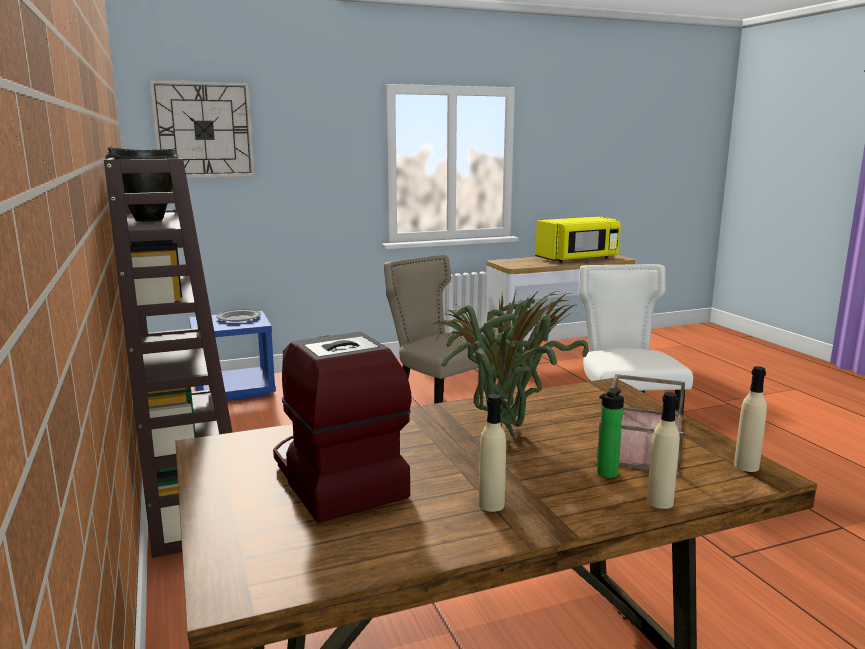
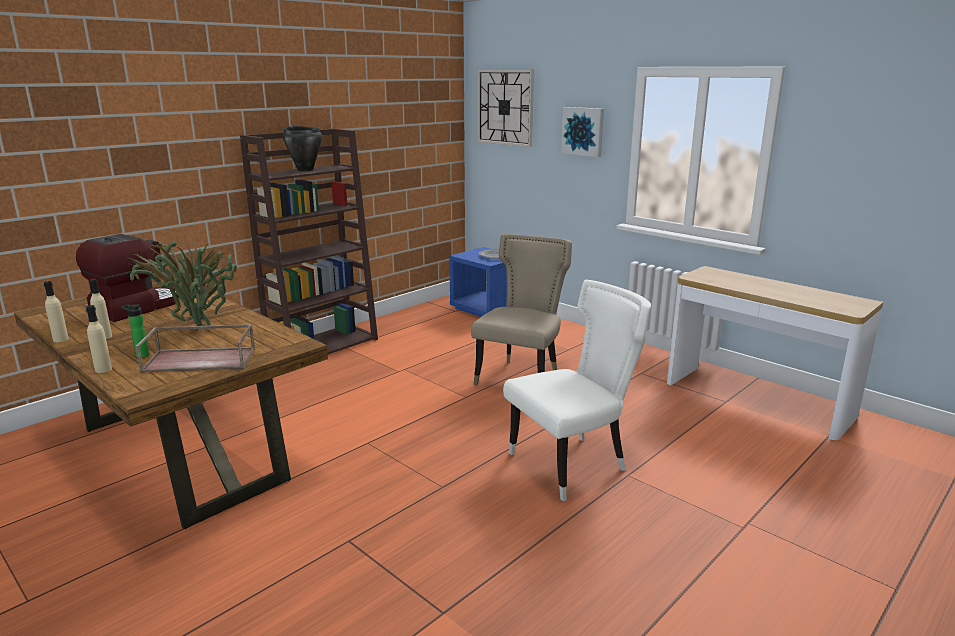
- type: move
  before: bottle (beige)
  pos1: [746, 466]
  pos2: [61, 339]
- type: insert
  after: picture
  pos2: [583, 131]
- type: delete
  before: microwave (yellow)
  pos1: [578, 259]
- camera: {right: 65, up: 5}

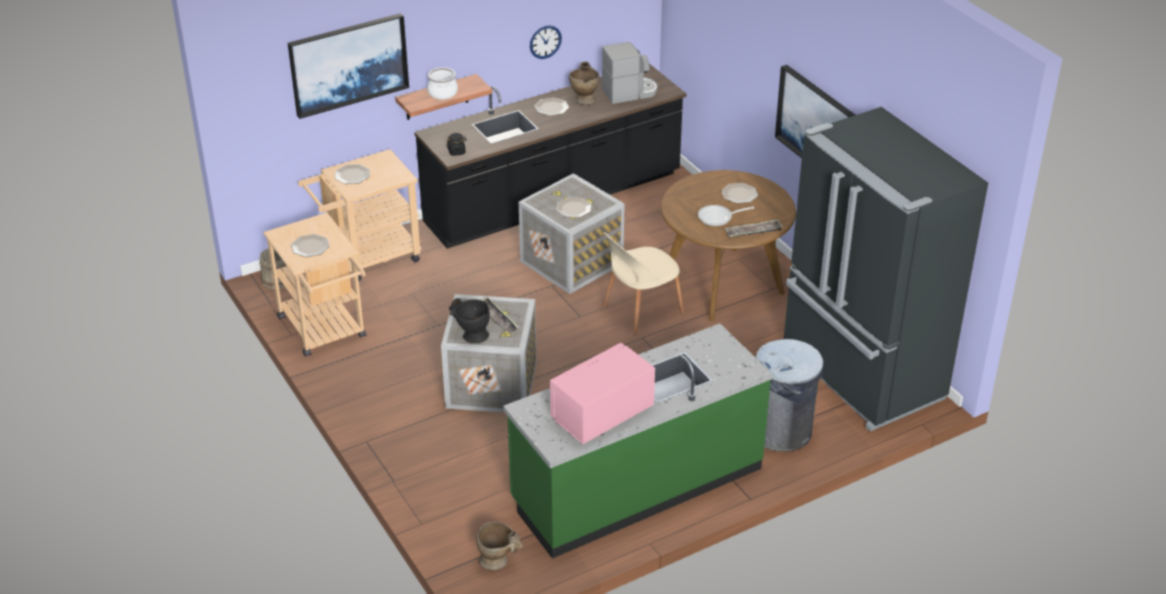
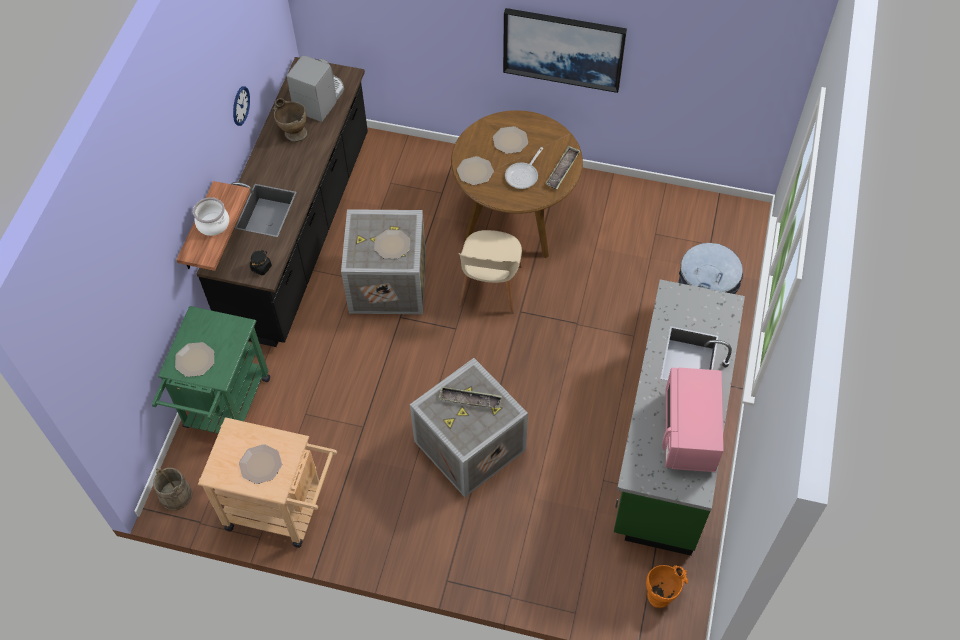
- type: recolor
  before: cart (beige)
  after: cart (green)
  pos1: [367, 258]
  pos2: [224, 409]
- type: move
  before: plate
  pos1: [551, 108]
  pos2: [475, 171]
- type: recolor
  before: vase (beige)
  after: vase (orange)
  pos1: [499, 561]
  pos2: [662, 592]
- type: delete
  before: picture
  pos1: [348, 64]
- type: delete
  before: vase (black)
  pos1: [471, 336]
- type: delete
  before: fridge (black)
  pos1: [860, 375]
- camera: {right: -45, up: 20}

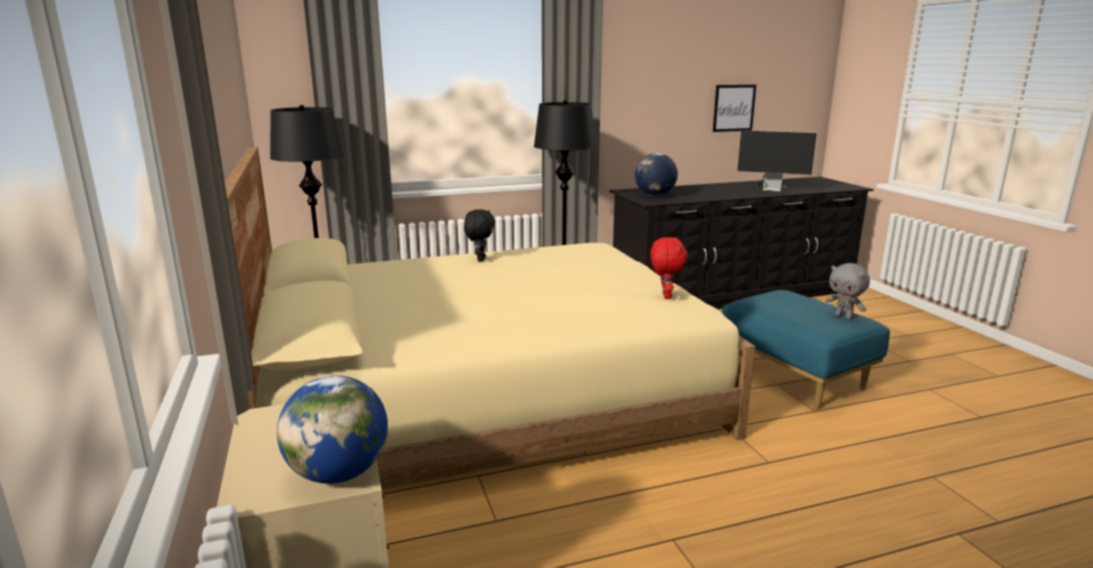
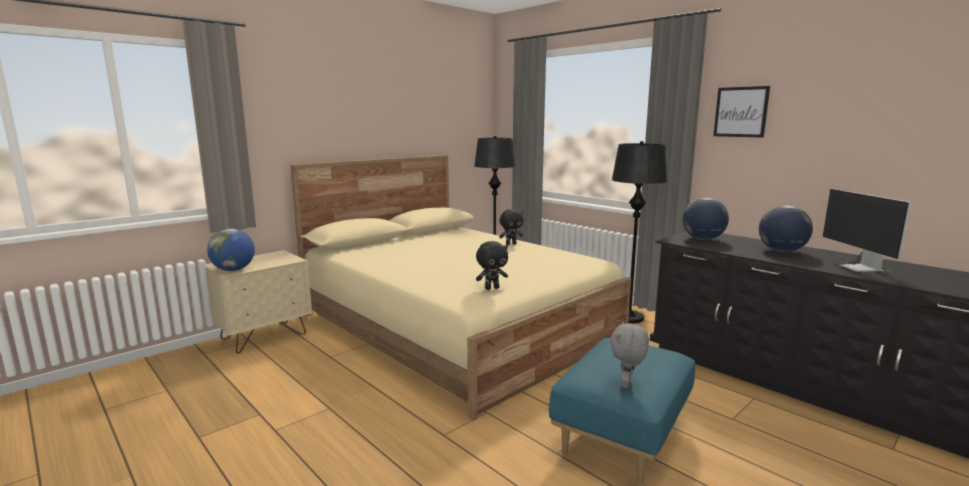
- type: recolor
  before: plush toy (red)
  after: plush toy (black)
  pos1: [665, 296]
  pos2: [492, 288]
- type: move
  before: picture
  pos1: [734, 108]
  pos2: [740, 112]
- type: insert
  after: globe
  pos2: [781, 251]
- camera: {right: 65, up: -5}

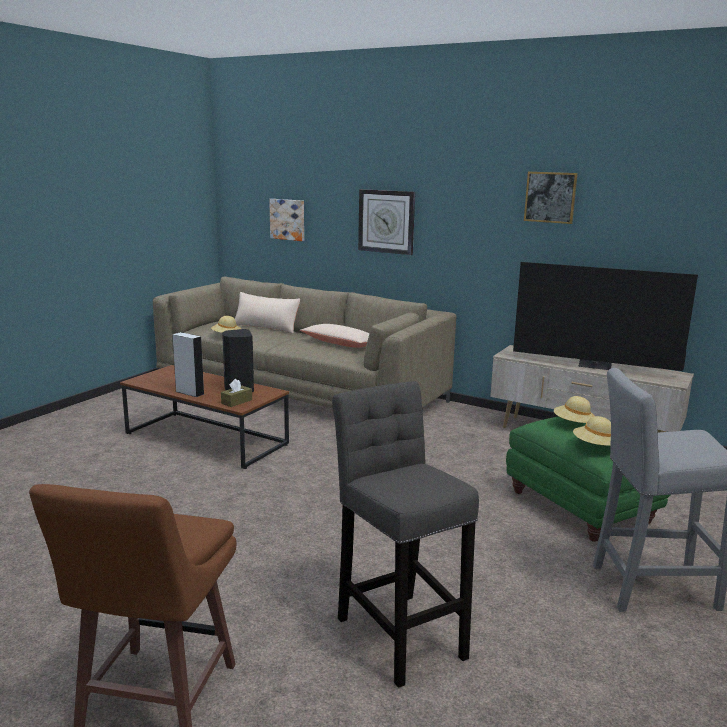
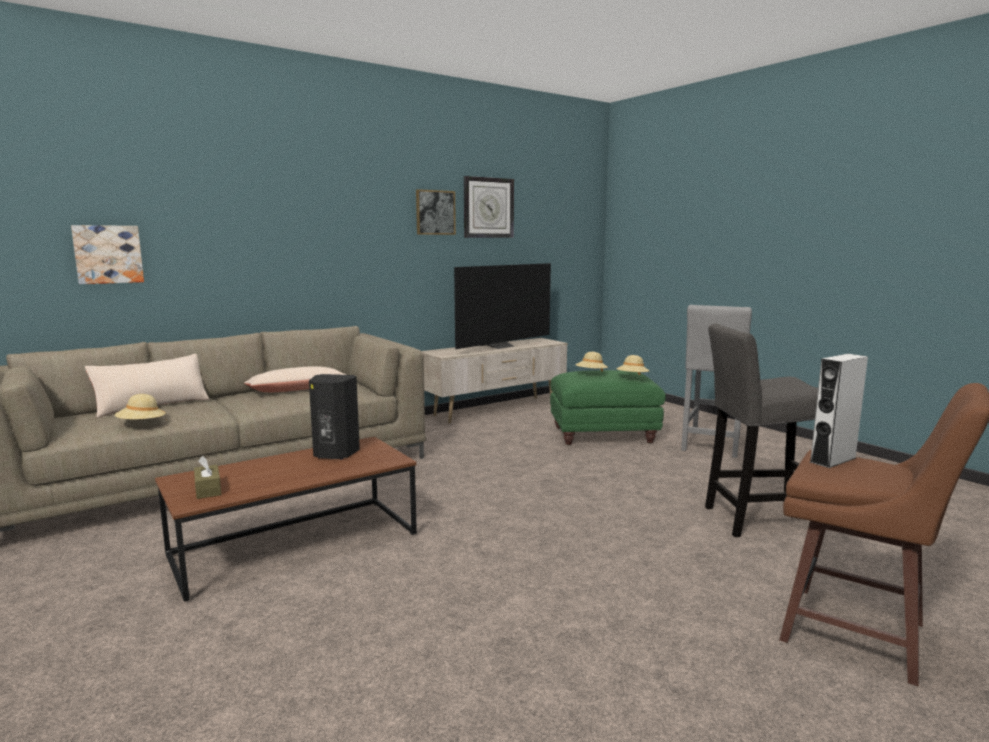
- type: move
  before: tissue box (brown)
  pos1: [236, 402]
  pos2: [208, 489]
- type: move
  before: wall clock
  pos1: [386, 221]
  pos2: [488, 208]
- type: move
  before: speaker (grey)
  pos1: [189, 392]
  pos2: [832, 460]
- camera: {right: -65, up: -5}

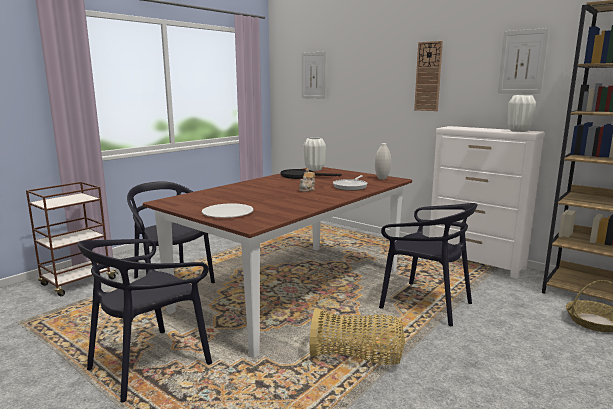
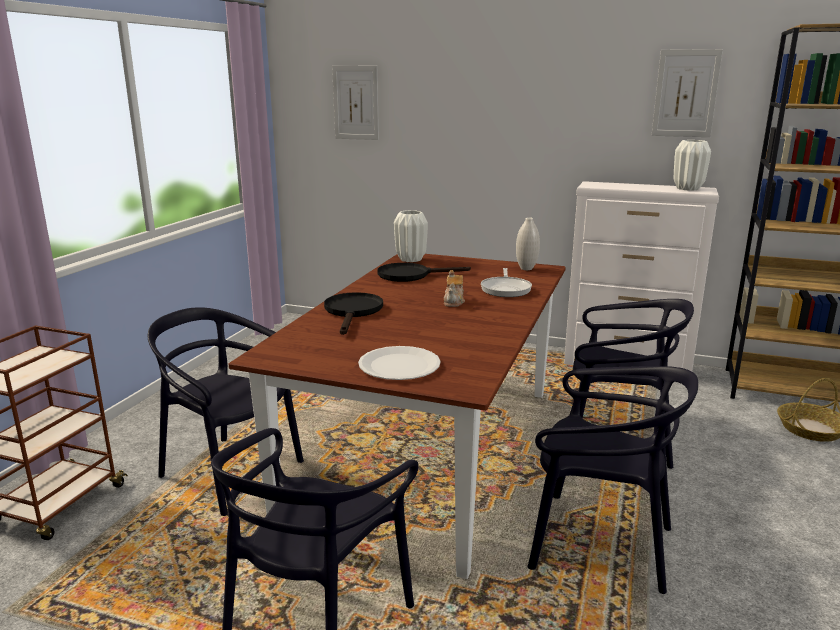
- type: insert
  after: frying pan (black)
  pos2: [353, 312]
- type: replace
  before: basket
  after: chair (black)
  pos1: [357, 358]
  pos2: [599, 543]
- type: delete
  before: wall clock
  pos1: [428, 76]
- camera: {right: -20, up: 5}

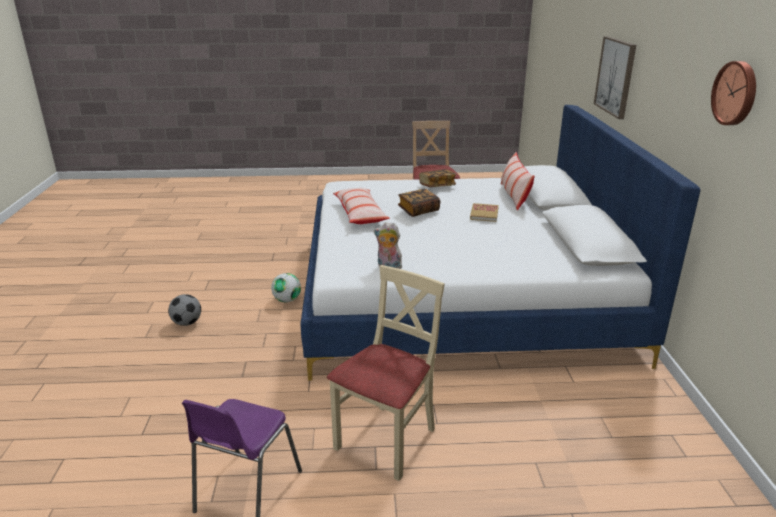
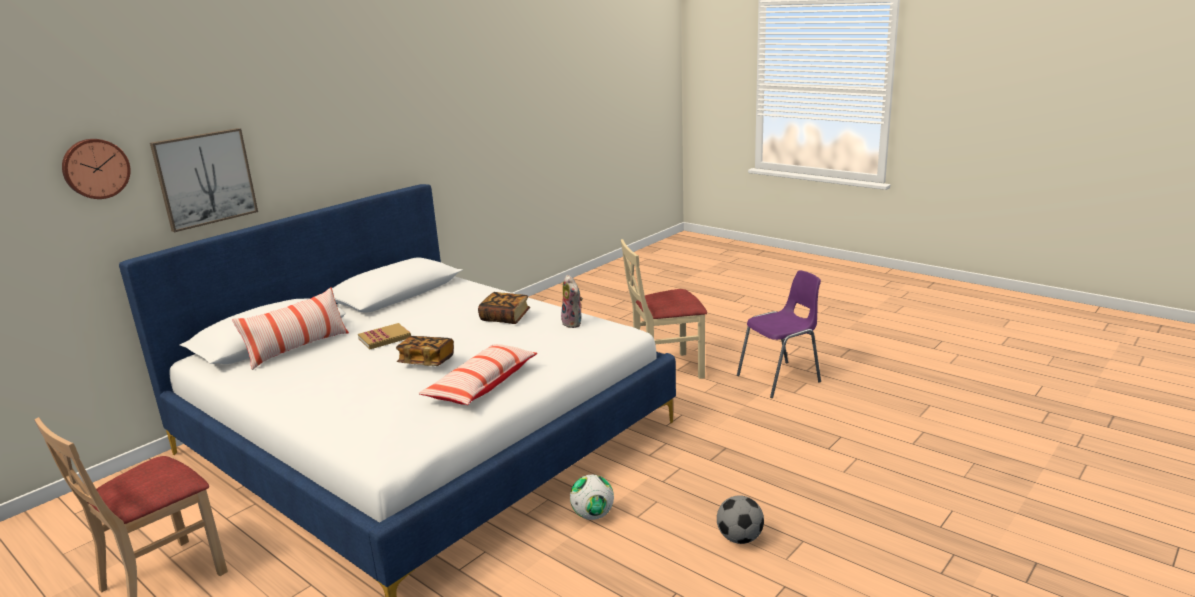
- type: move
  before: wall clock
  pos1: [736, 93]
  pos2: [95, 168]
- type: move
  before: book
  pos1: [437, 186]
  pos2: [505, 318]
- camera: {right: -135, up: -5}

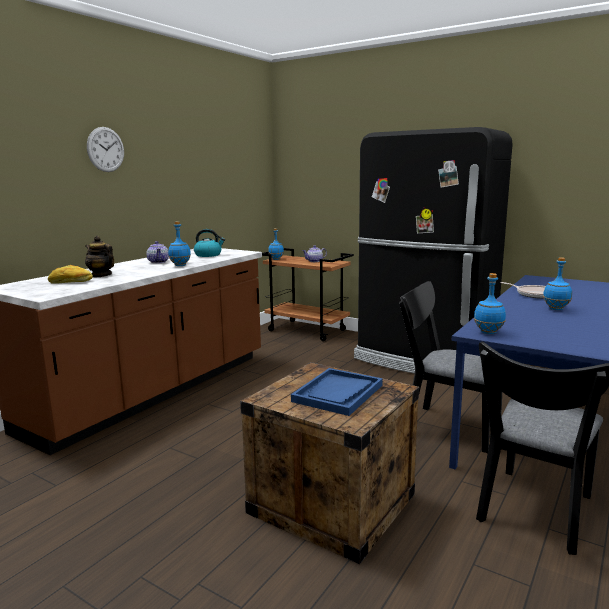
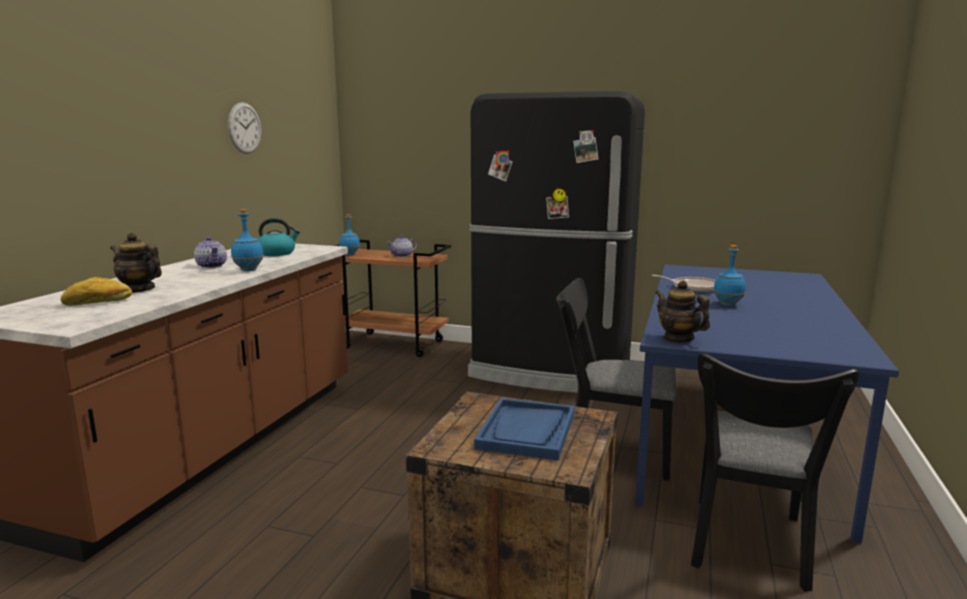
- type: move
  before: wall clock
  pos1: [105, 149]
  pos2: [244, 128]
- type: replace
  before: bottle (blue)
  after: teapot
  pos1: [488, 333]
  pos2: [678, 339]
- camera: {right: -15, up: 0}

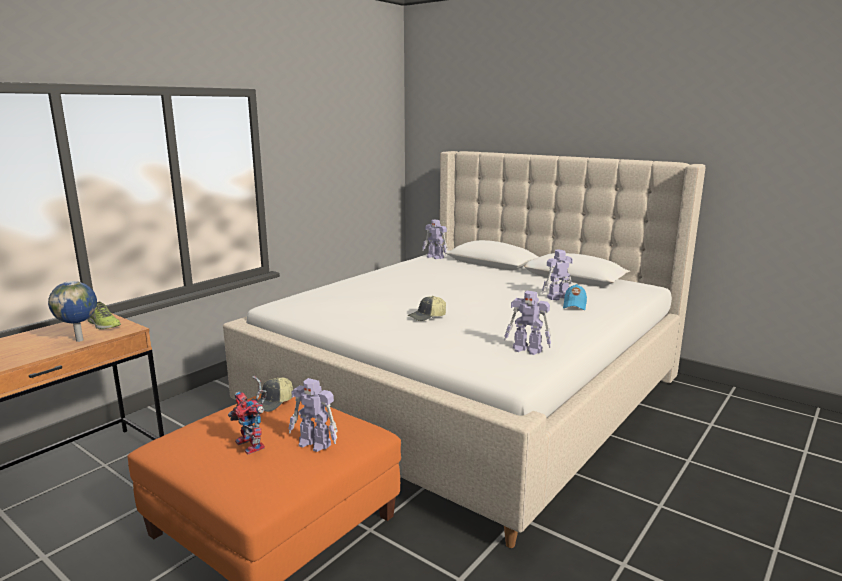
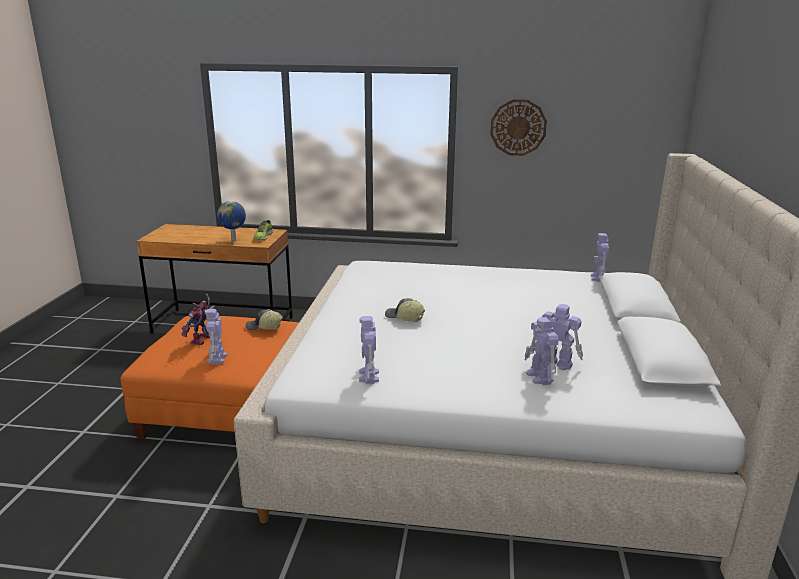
- type: insert
  after: wall clock
  pos2: [518, 127]
- type: replace
  before: cap (blue)
  after: toy robot
  pos1: [574, 305]
  pos2: [540, 377]
- camera: {right: 60, up: 5}

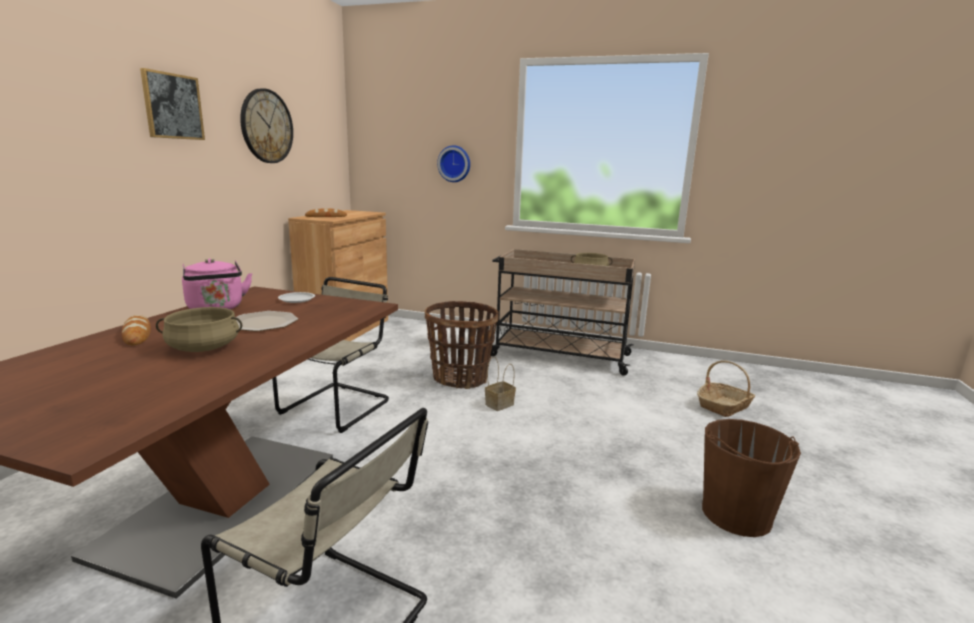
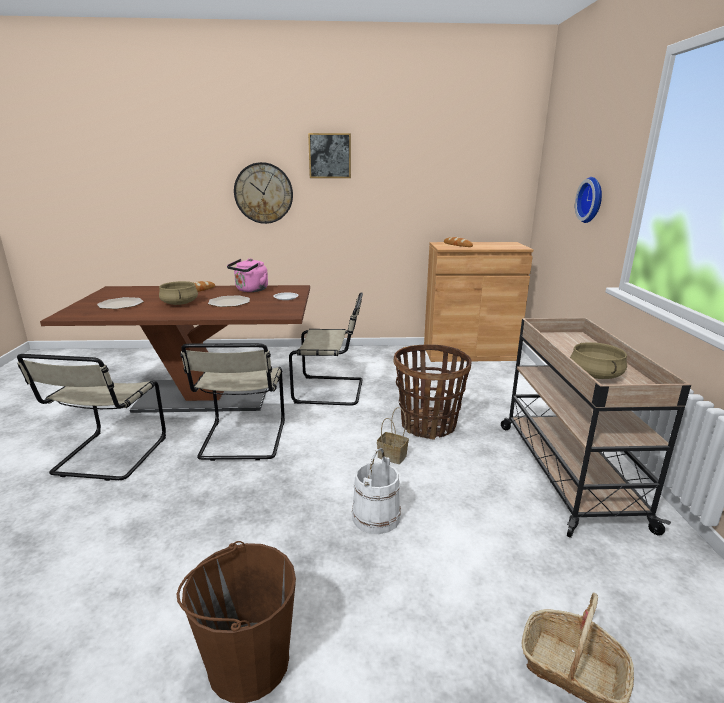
- type: insert
  after: plate
  pos2: [121, 304]
- type: insert
  after: chair (beige)
  pos2: [242, 441]
- type: move
  before: wall clock
  pos1: [266, 126]
  pos2: [263, 193]
- type: insert
  after: bucket (white)
  pos2: [376, 517]
- camera: {right: 70, up: 5}

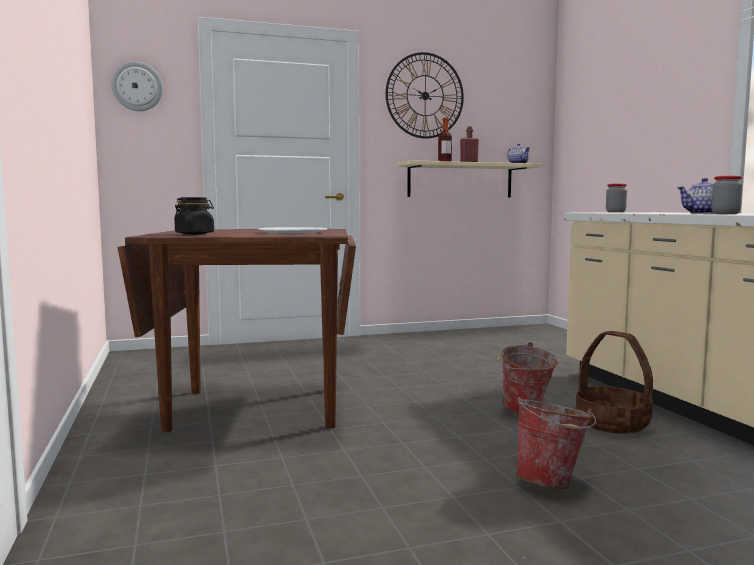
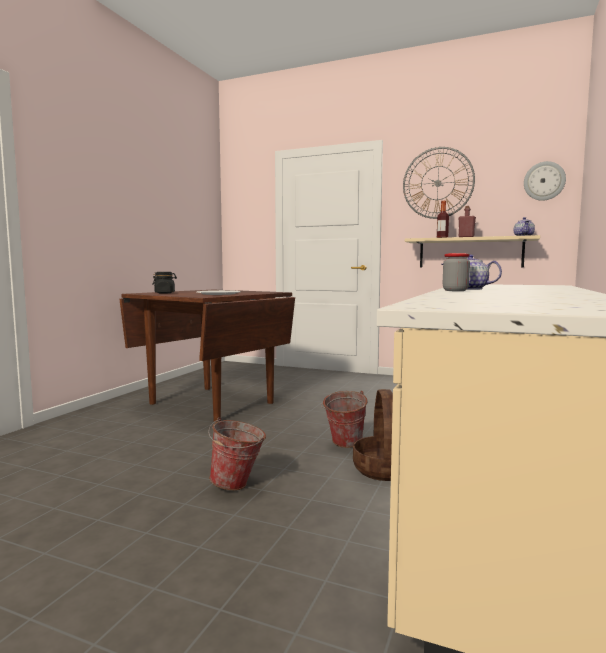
- type: move
  before: wall clock
  pos1: [137, 86]
  pos2: [544, 181]
- type: delete
  before: jar
  pos1: [615, 212]
- camera: {right: 40, up: 0}

